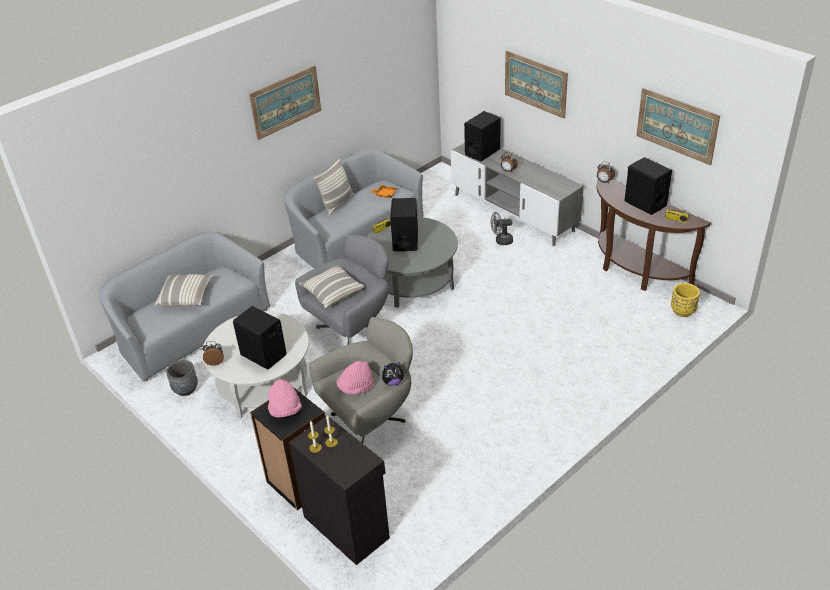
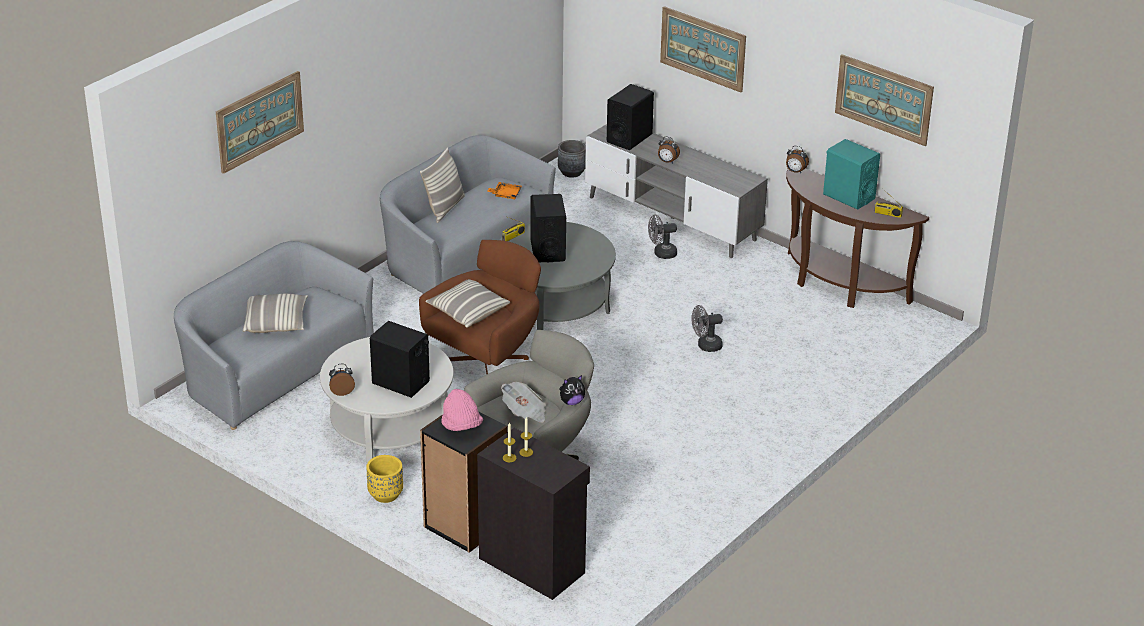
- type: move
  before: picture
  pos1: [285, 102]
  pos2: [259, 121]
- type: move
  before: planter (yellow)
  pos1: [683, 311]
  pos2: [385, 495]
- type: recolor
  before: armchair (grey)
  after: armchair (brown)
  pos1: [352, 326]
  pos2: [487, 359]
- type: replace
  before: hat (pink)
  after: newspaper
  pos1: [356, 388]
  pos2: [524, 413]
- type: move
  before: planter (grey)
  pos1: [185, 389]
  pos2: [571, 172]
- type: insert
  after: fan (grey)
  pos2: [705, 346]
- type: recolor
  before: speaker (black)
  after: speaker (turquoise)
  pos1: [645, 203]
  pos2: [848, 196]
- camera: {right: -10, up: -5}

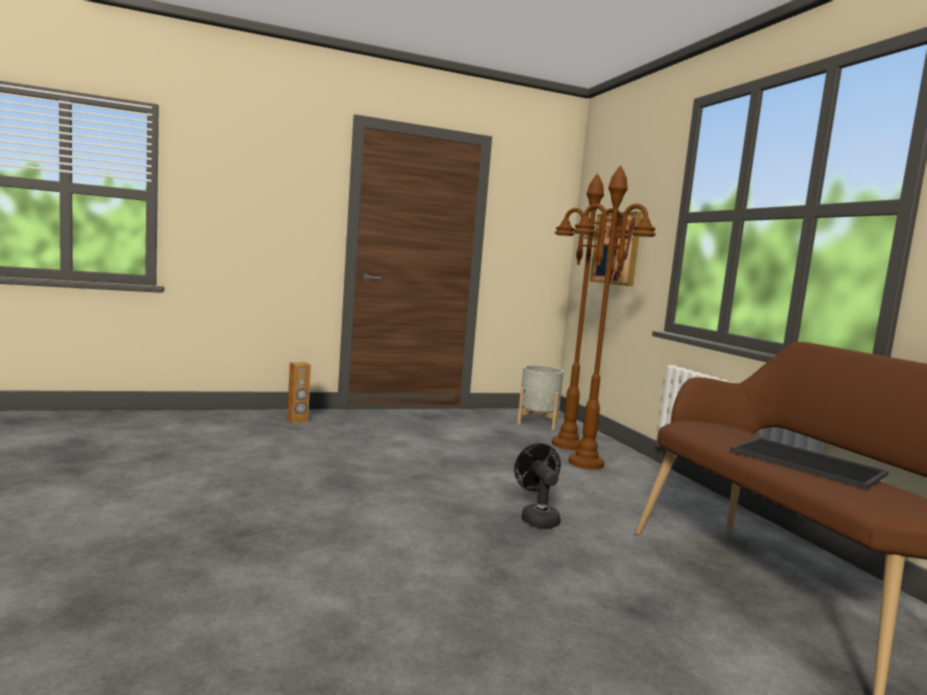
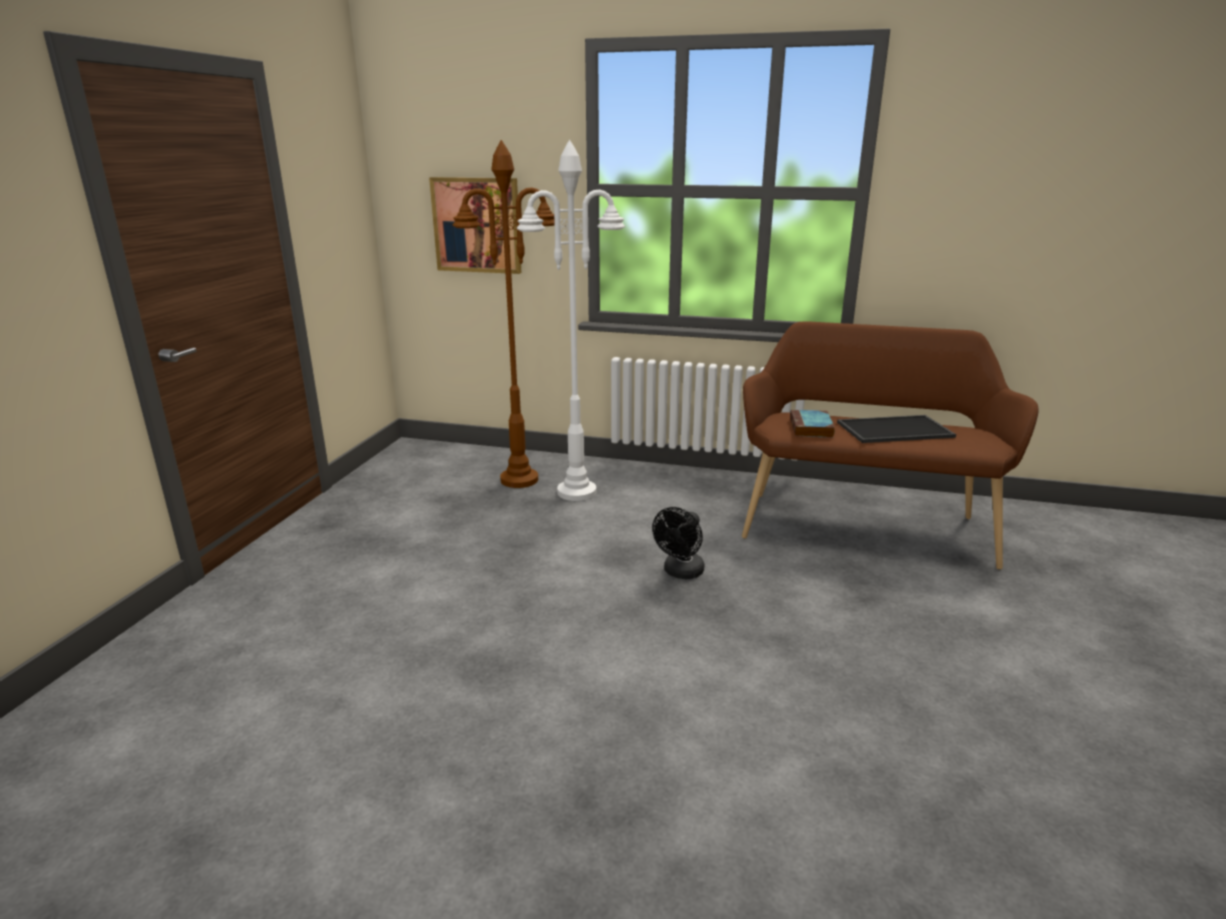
- type: recolor
  before: floor lamp (brown)
  after: floor lamp (white)
  pos1: [586, 463]
  pos2: [577, 492]
- type: rotate
  before: fan (black)
  pos1: [537, 518]
  pos2: [681, 573]
  turn: -75
- type: insert
  after: book
  pos2: [811, 428]
- type: delete
  before: speaker (brown)
  pos1: [297, 421]
- type: delete
  before: planter (grey)
  pos1: [537, 422]
- camera: {right: -55, up: 15}

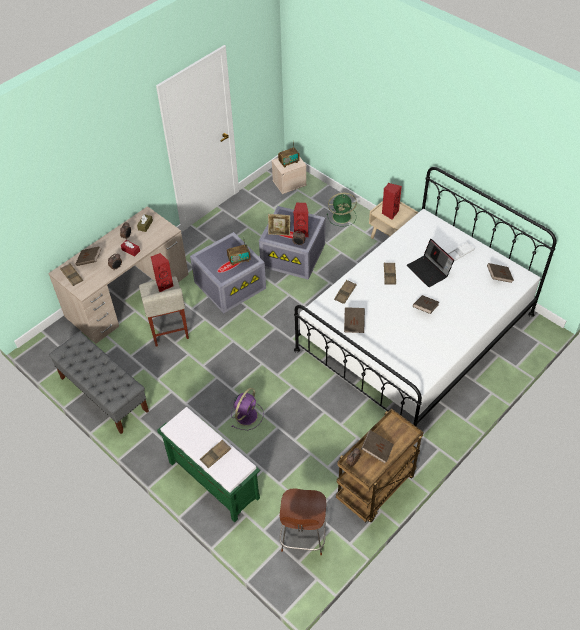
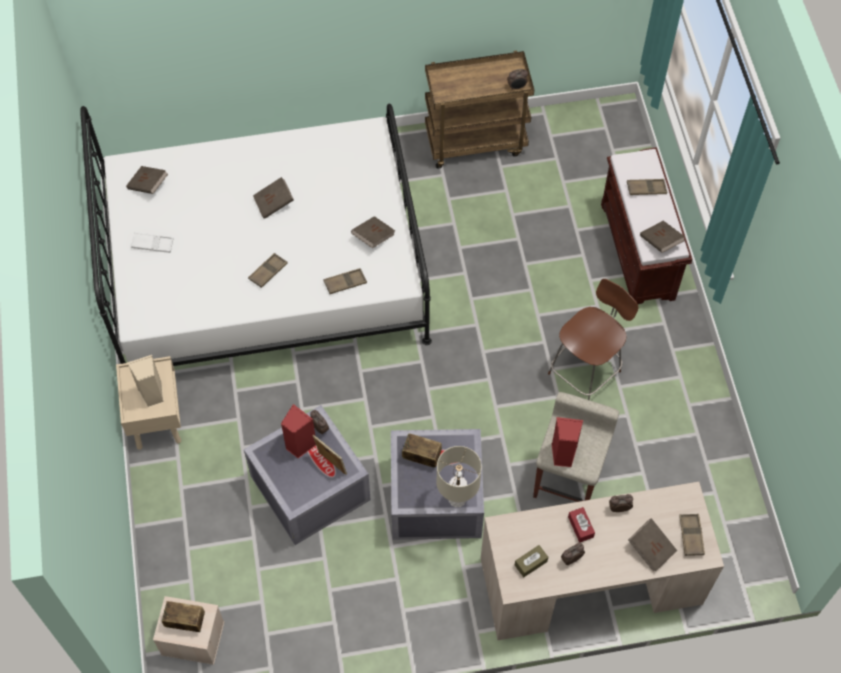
- type: recolor
  before: speaker (red)
  after: speaker (beige)
  pos1: [389, 213]
  pos2: [152, 395]
- type: insert
  after: table lamp (beige)
  pos2: [457, 499]
- type: move
  before: chair (brown)
  pos1: [303, 536]
  pos2: [586, 370]
- type: recolor
  before: bench (green)
  after: bench (brown)
  pos1: [212, 480]
  pos2: [638, 252]
- type: move
  before: book (brown)
  pos1: [377, 450]
  pos2: [660, 242]
- type: delete
  before: bench (grey)
  pos1: [103, 394]
- type: delete
  before: fan (purple)
  pos1: [247, 415]
- type: delete
  before: fan (green)
  pos1: [342, 216]
- type: delete
  before: laptop
  pos1: [429, 271]
- camera: {right: -145, up: 10}

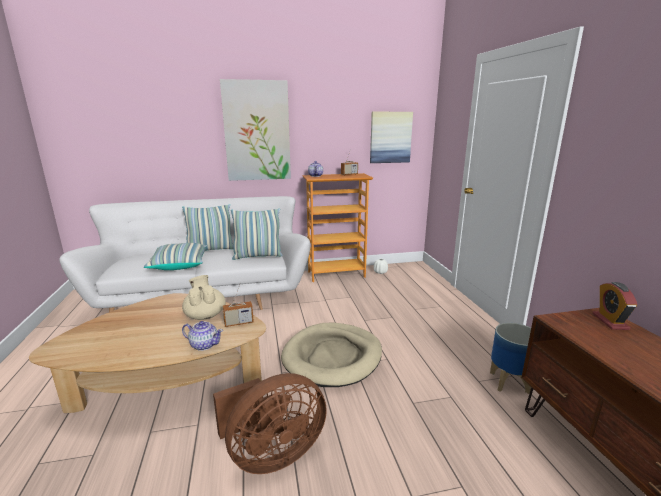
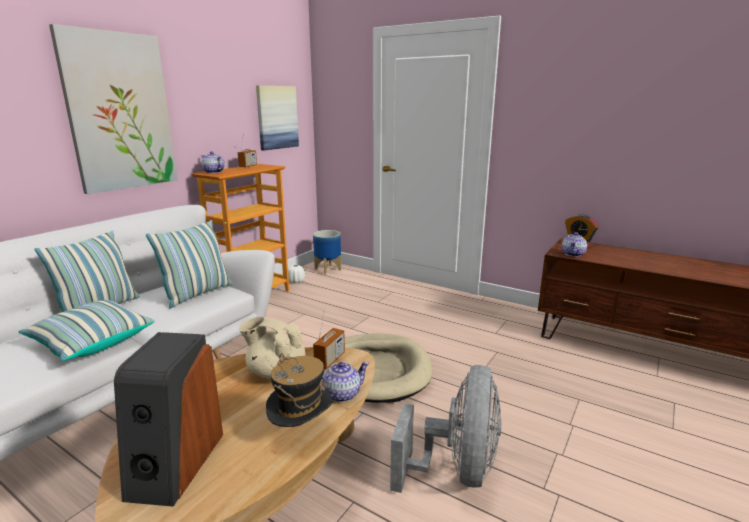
- type: insert
  after: speaker
  pos2: [175, 463]
- type: insert
  after: hat
  pos2: [302, 433]
- type: move
  before: planter
  pos1: [510, 382]
  pos2: [328, 269]
- type: recolor
  before: fan (brown)
  after: fan (grey)
  pos1: [271, 454]
  pos2: [456, 470]
- type: insert
  after: teapot
  pos2: [573, 254]
- camera: {right: -45, up: 0}

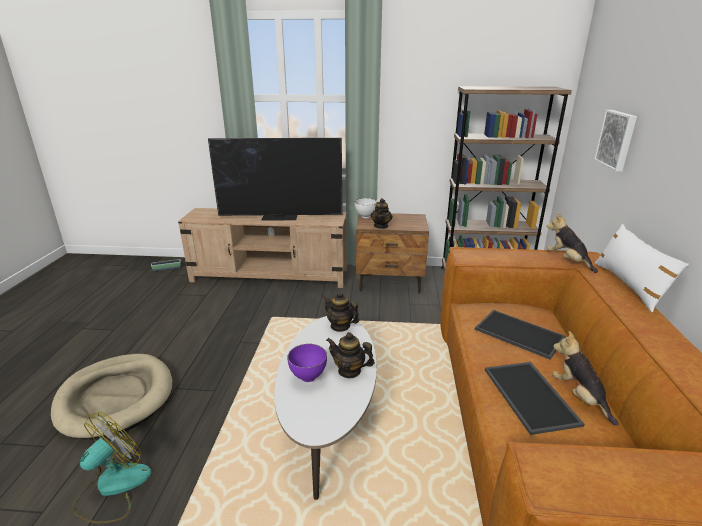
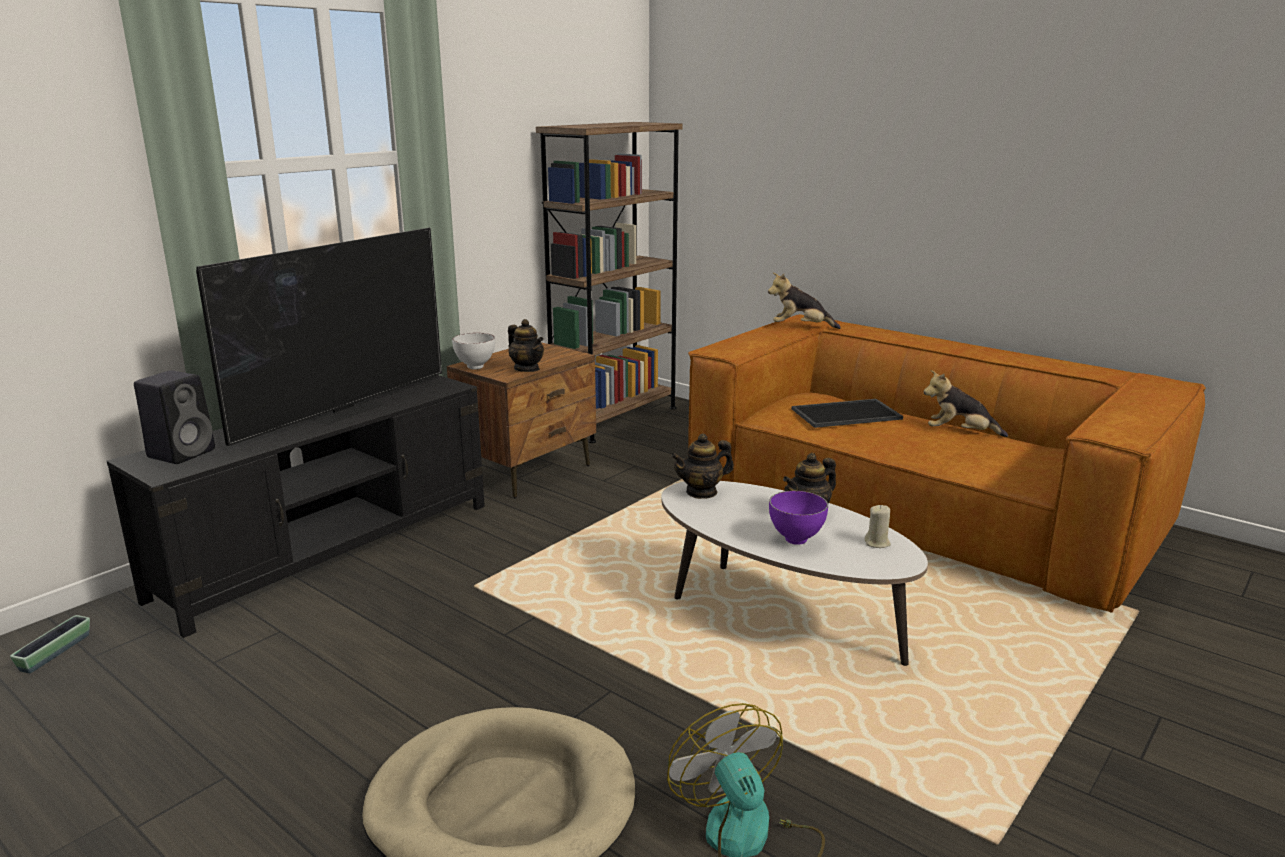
- type: recolor
  before: tv stand (beige)
  after: tv stand (black)
  pos1: [270, 276]
  pos2: [330, 550]
- type: insert
  after: speaker (black)
  pos2: [183, 453]
- type: insert
  after: candle (beige)
  pos2: [877, 543]
- type: delete
  before: tray
  pos1: [532, 396]
- type: delete
  before: picture
  pos1: [617, 139]
- type: delete
  before: pillow (white)
  pos1: [629, 285]
- camera: {right: -55, up: -5}

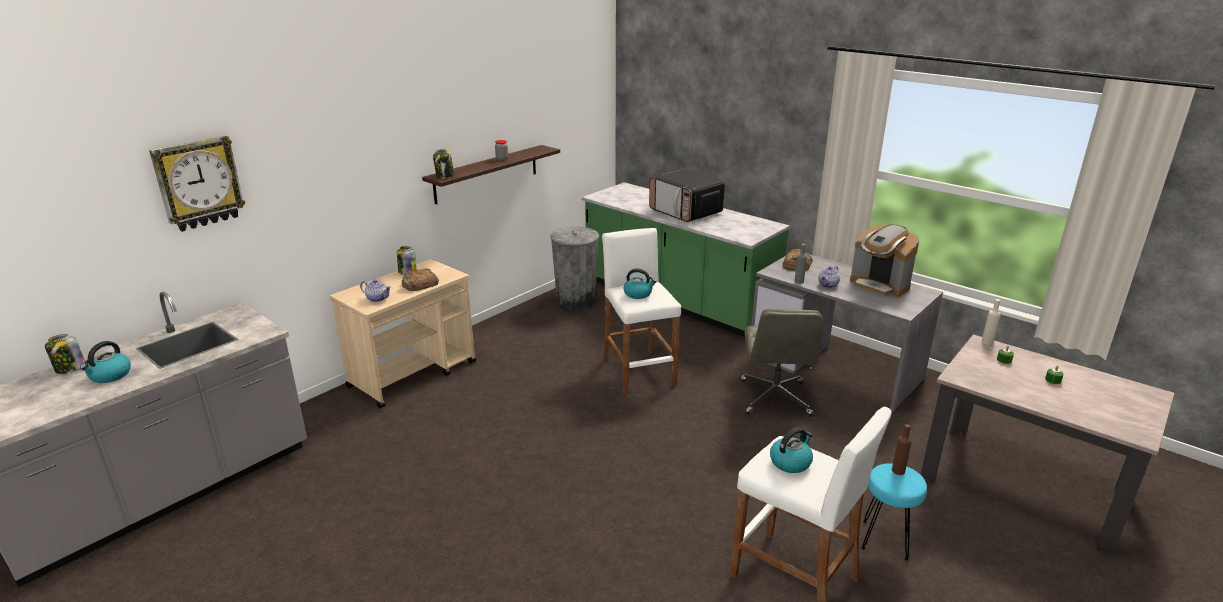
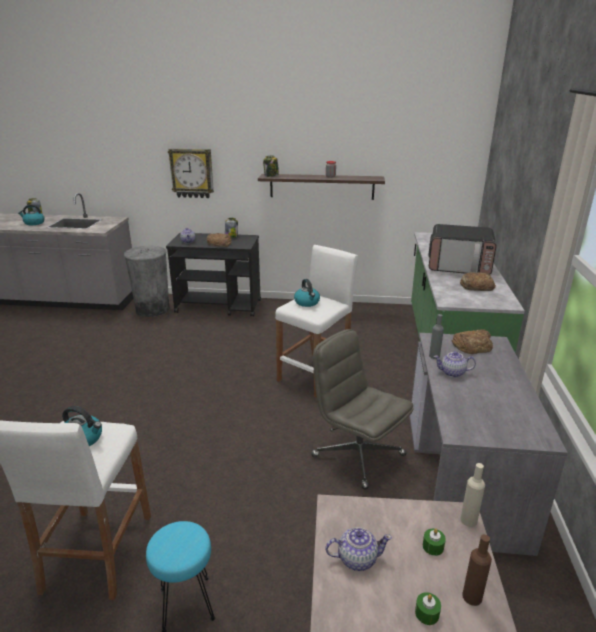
- type: move
  before: trash can (grey)
  pos1: [576, 302]
  pos2: [153, 309]
- type: recolor
  before: cart (beige)
  after: cart (black)
  pos1: [413, 374]
  pos2: [219, 306]
- type: move
  before: wall clock
  pos1: [198, 183]
  pos2: [192, 173]
- type: rotate
  before: office chair (grey)
  pos1: [775, 398]
  pos2: [357, 455]
  turn: 75
- type: insert
  after: teapot
  pos2: [356, 558]
- type: rotate
  before: microwave
  pos1: [686, 212]
  pos2: [459, 266]
  turn: -90
- type: insert
  after: bread
  pos2: [476, 286]
- type: move
  before: bottle (brown)
  pos1: [898, 470]
  pos2: [472, 596]
- type: delete
  before: coffee machine
  pos1: [879, 285]
- camera: {right: 55, up: 0}

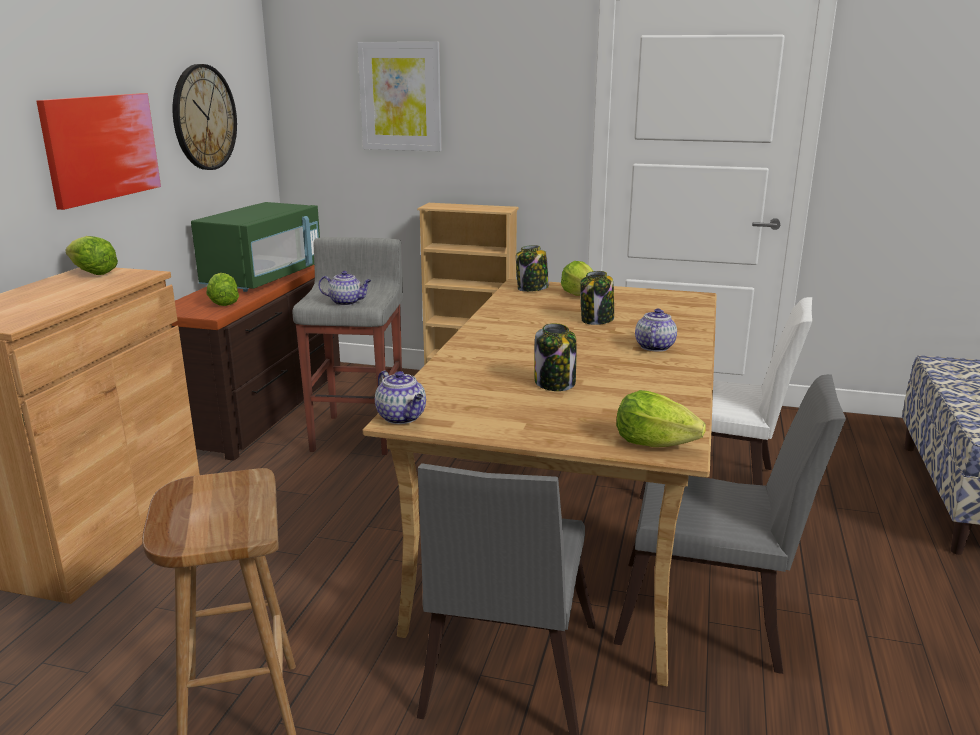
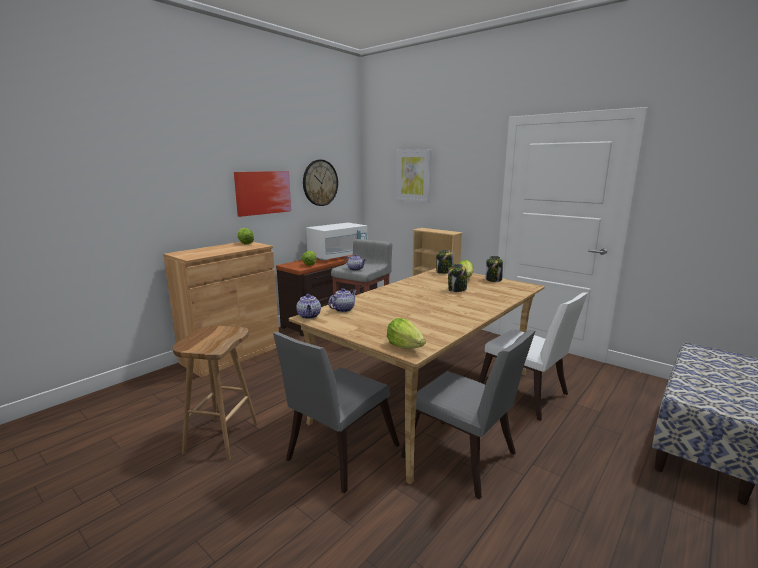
- type: recolor
  before: microwave (green)
  after: microwave (white)
  pos1: [264, 278]
  pos2: [338, 256]
- type: move
  before: teapot
  pos1: [654, 347]
  pos2: [343, 309]
- type: move
  before: jar
  pos1: [555, 383]
  pos2: [493, 280]
- camera: {right: 25, up: -5}

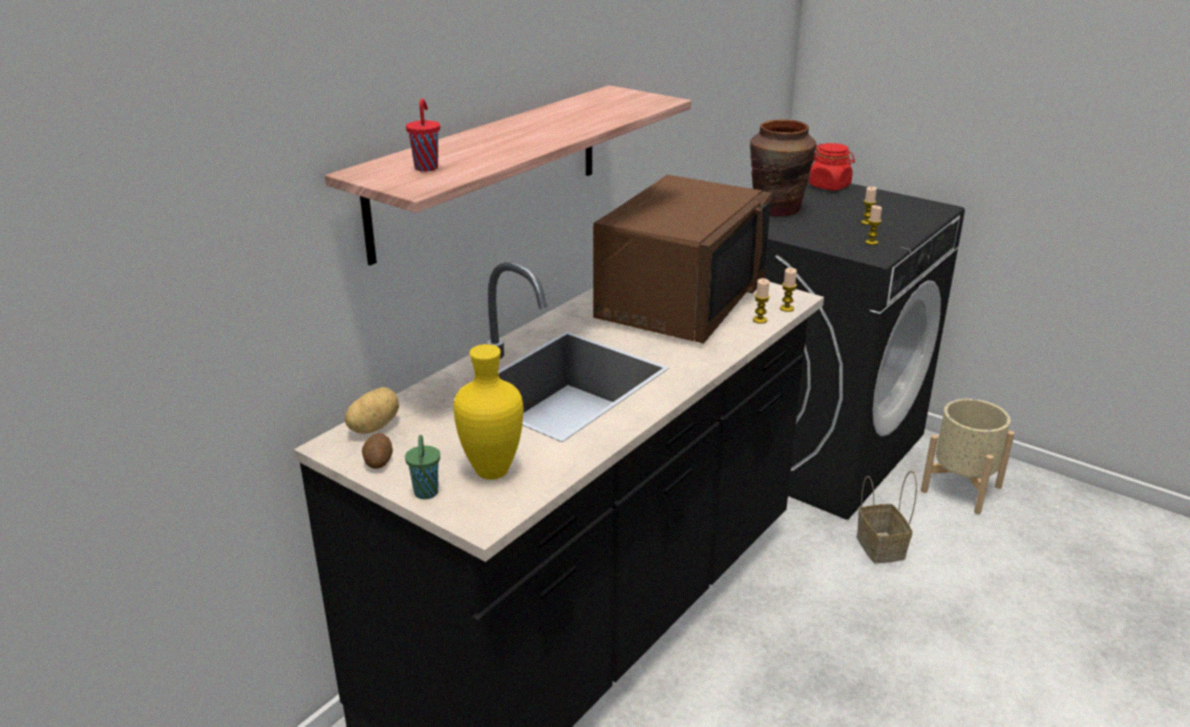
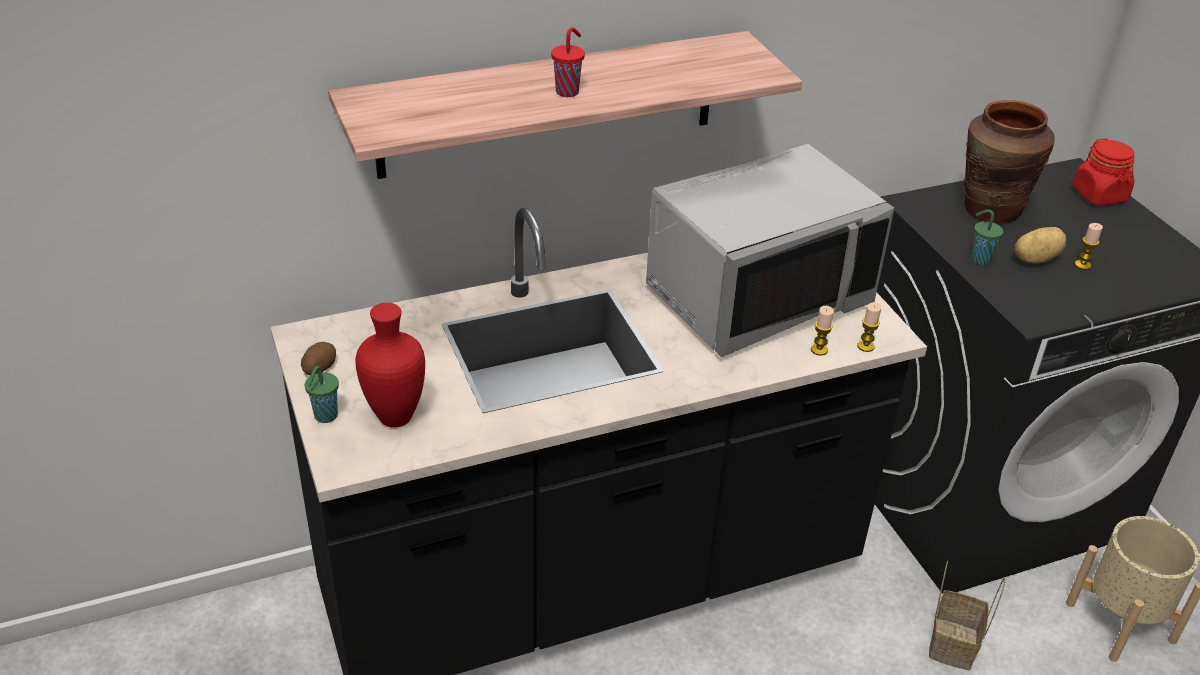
- type: recolor
  before: vase (yellow)
  after: vase (red)
  pos1: [491, 473]
  pos2: [394, 419]
- type: move
  before: cup (red)
  pos1: [426, 168]
  pos2: [568, 91]
- type: recolor
  before: microwave (brown)
  after: microwave (grey)
  pos1: [678, 302]
  pos2: [757, 295]
- type: insert
  after: cup (green)
  pos2: [979, 259]
- type: move
  before: potato
  pos1: [373, 427]
  pos2: [1034, 258]
- type: delete
  before: candle
  pos1: [871, 242]
- camera: {right: 30, up: 10}

